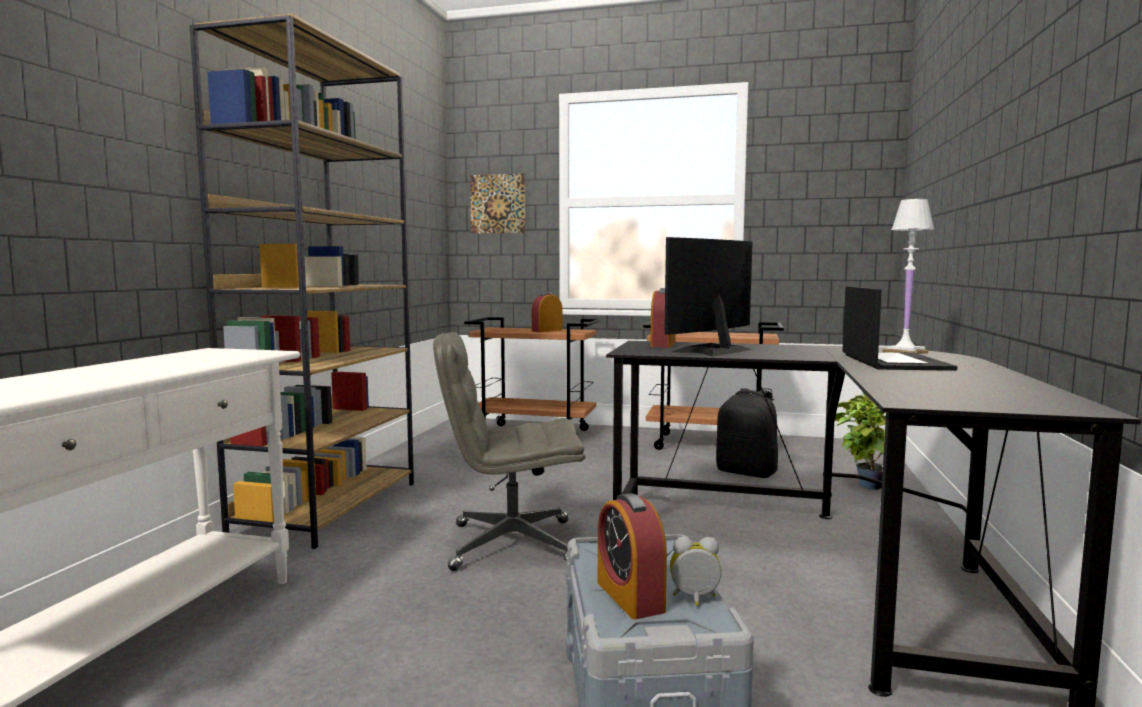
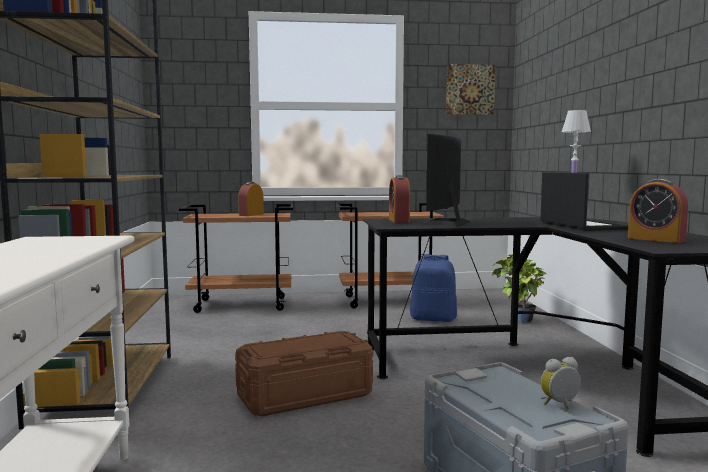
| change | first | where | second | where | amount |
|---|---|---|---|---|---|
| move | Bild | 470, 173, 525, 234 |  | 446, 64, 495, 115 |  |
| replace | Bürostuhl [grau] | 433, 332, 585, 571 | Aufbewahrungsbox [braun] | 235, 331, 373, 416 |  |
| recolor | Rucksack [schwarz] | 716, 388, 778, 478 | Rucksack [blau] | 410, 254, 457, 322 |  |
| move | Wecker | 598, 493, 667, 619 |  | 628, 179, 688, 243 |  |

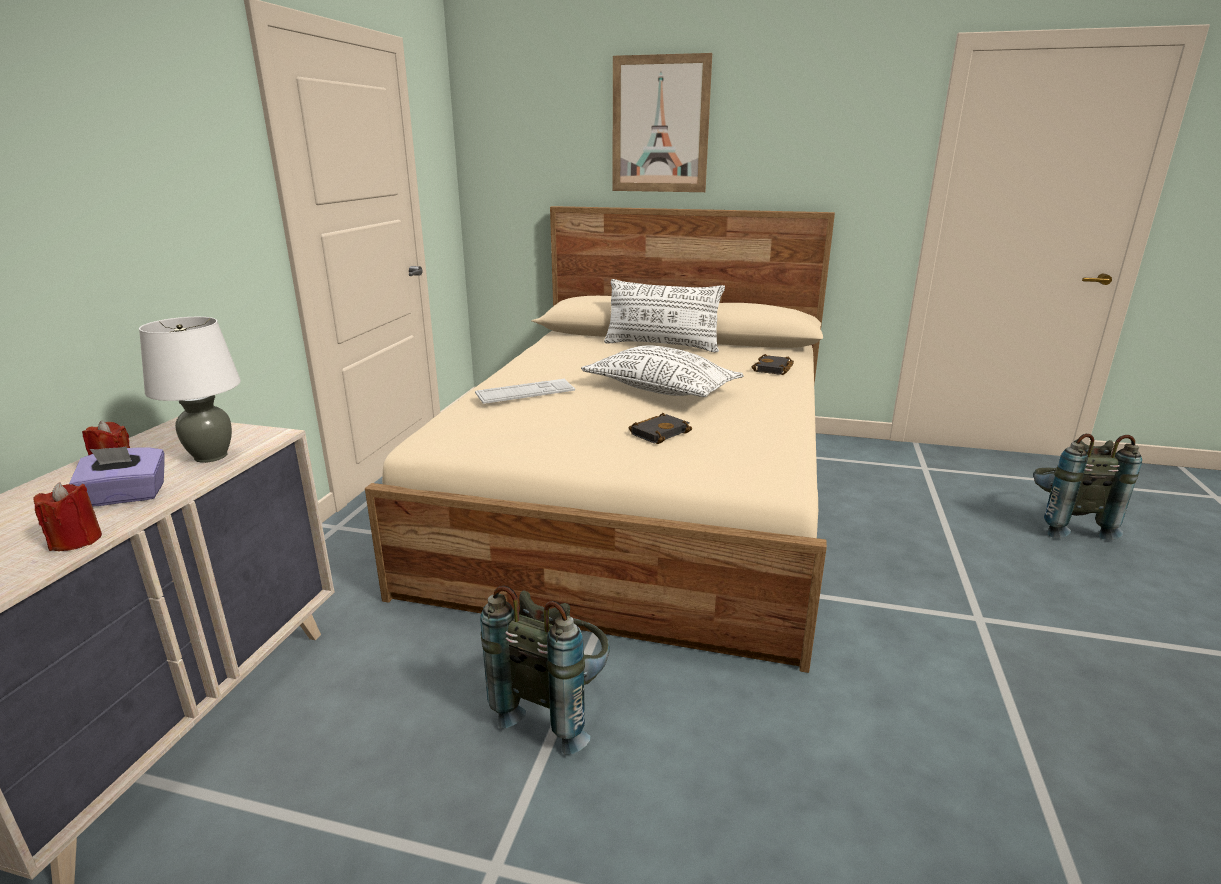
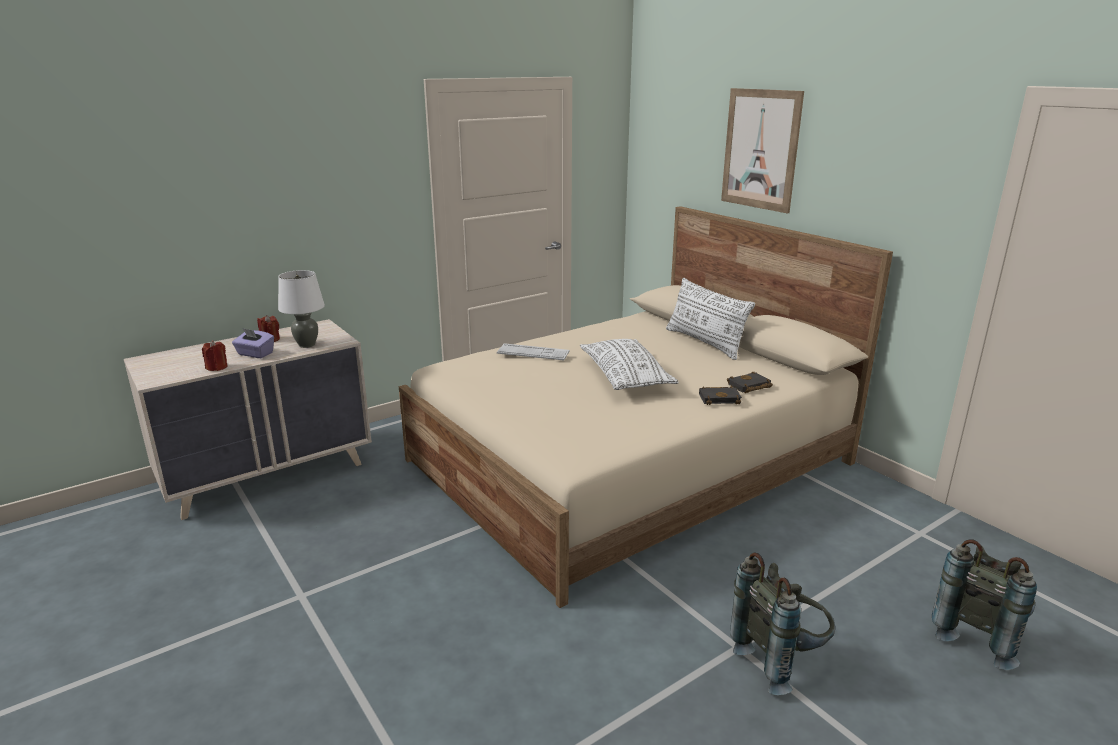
| change | first | where | second | where | amount |
|---|---|---|---|---|---|
| move | Buch [schwarz] | 629, 413, 692, 444 |  | 699, 386, 742, 405 |  |
| move | Rucksack [grau] | 480, 586, 610, 755 |  | 730, 552, 835, 695 |  |

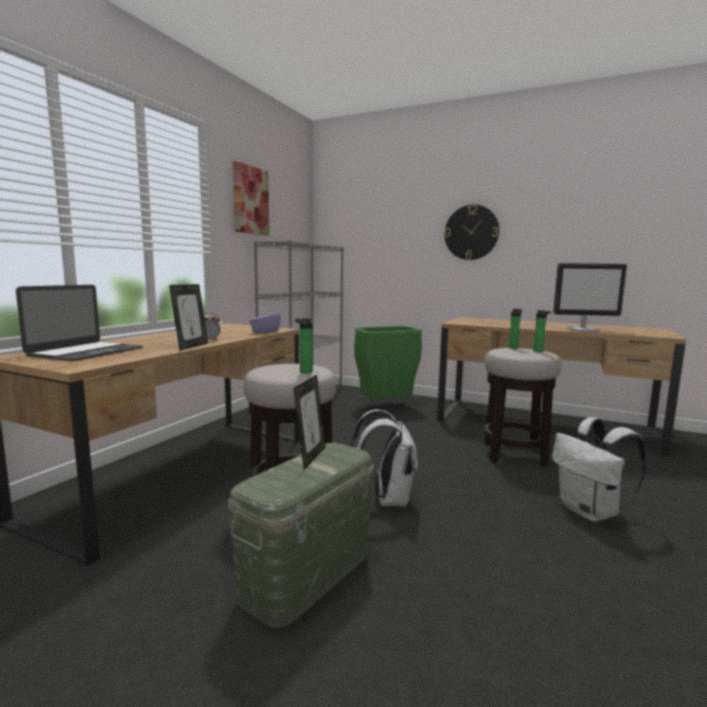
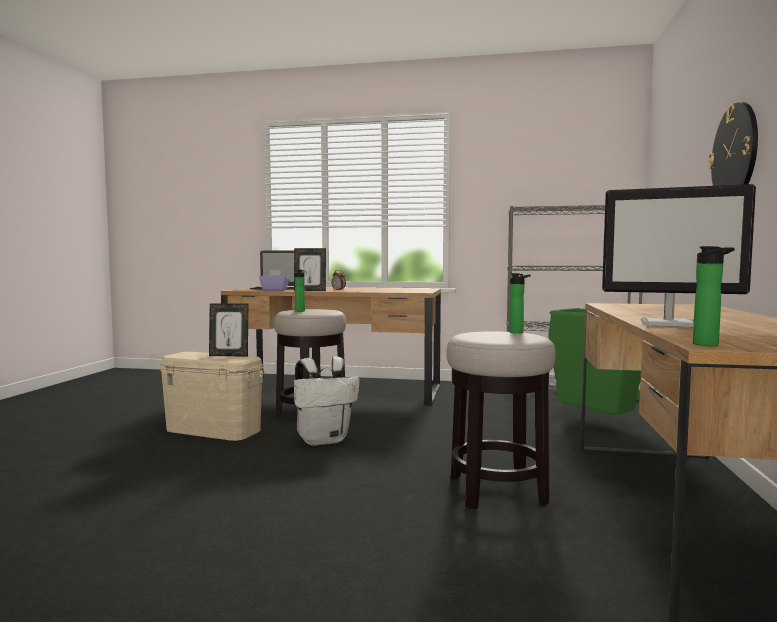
| change | first | where | second | where | amount |
|---|---|---|---|---|---|
| delete | Bild | 233, 161, 269, 236 |  |  |  |
| rotate | Monitor | 553, 263, 627, 332 |  | 602, 184, 756, 328 | 60 degrees counterclockwise |
| move | Taschentuchbox [lila] | 249, 307, 281, 333 |  | 259, 270, 289, 291 |  |
| move | Flasche | 533, 310, 551, 352 |  | 693, 246, 735, 346 |  |
| delete | Rucksack [weiß] | 552, 417, 647, 522 |  |  |  |
| recolor | Aufbewahrungsbox [grün] | 227, 443, 374, 628 | Aufbewahrungsbox [beige] | 160, 352, 264, 441 |  |

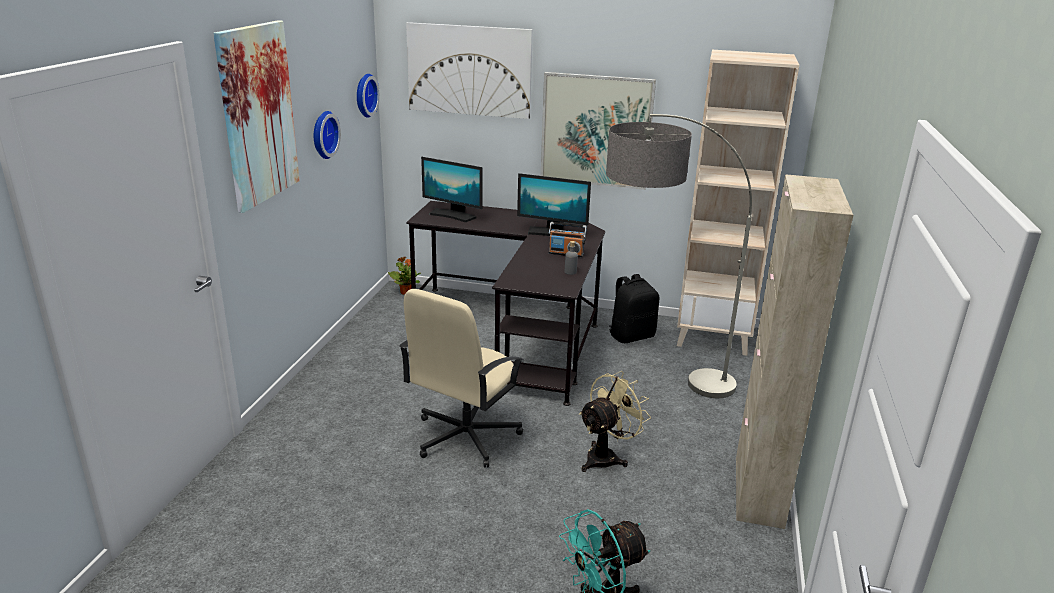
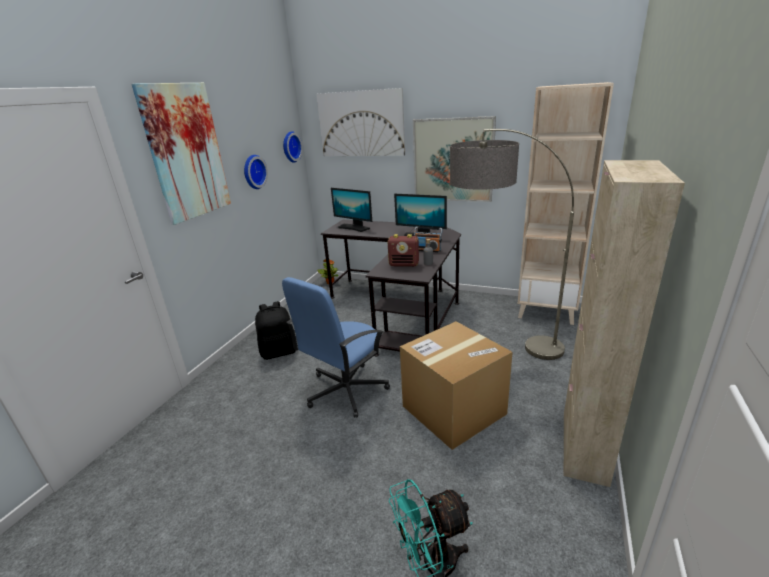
| change | first | where | second | where | amount |
|---|---|---|---|---|---|
| move | Rucksack [schwarz] | 609, 274, 659, 343 |  | 255, 301, 298, 360 |  |
| recolor | Bürostuhl [beige] | 399, 289, 524, 468 | Bürostuhl [blau] | 282, 277, 390, 418 |  |
| replace | Ventilator [beige] | 579, 371, 651, 472 | Karton | 400, 321, 513, 450 |  |
| insert |  |  | Radio | 387, 234, 419, 267 |  |

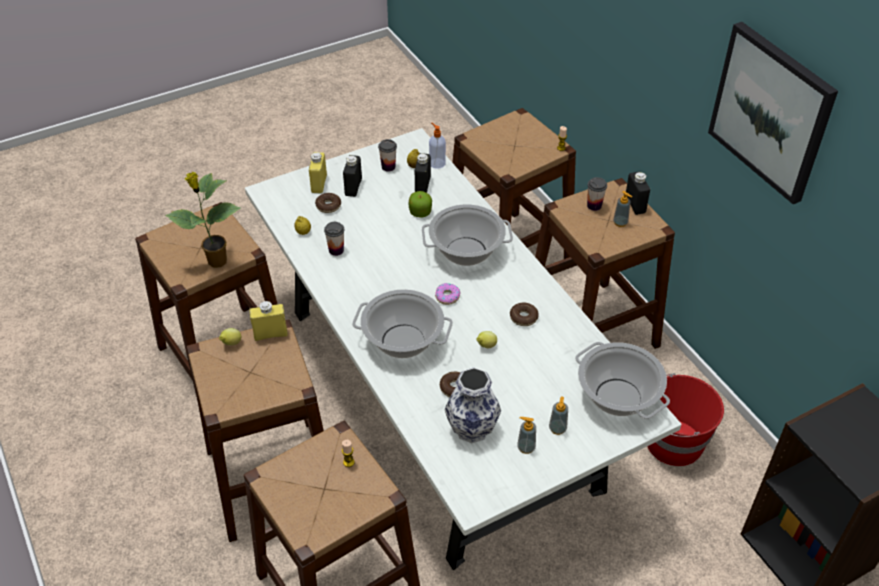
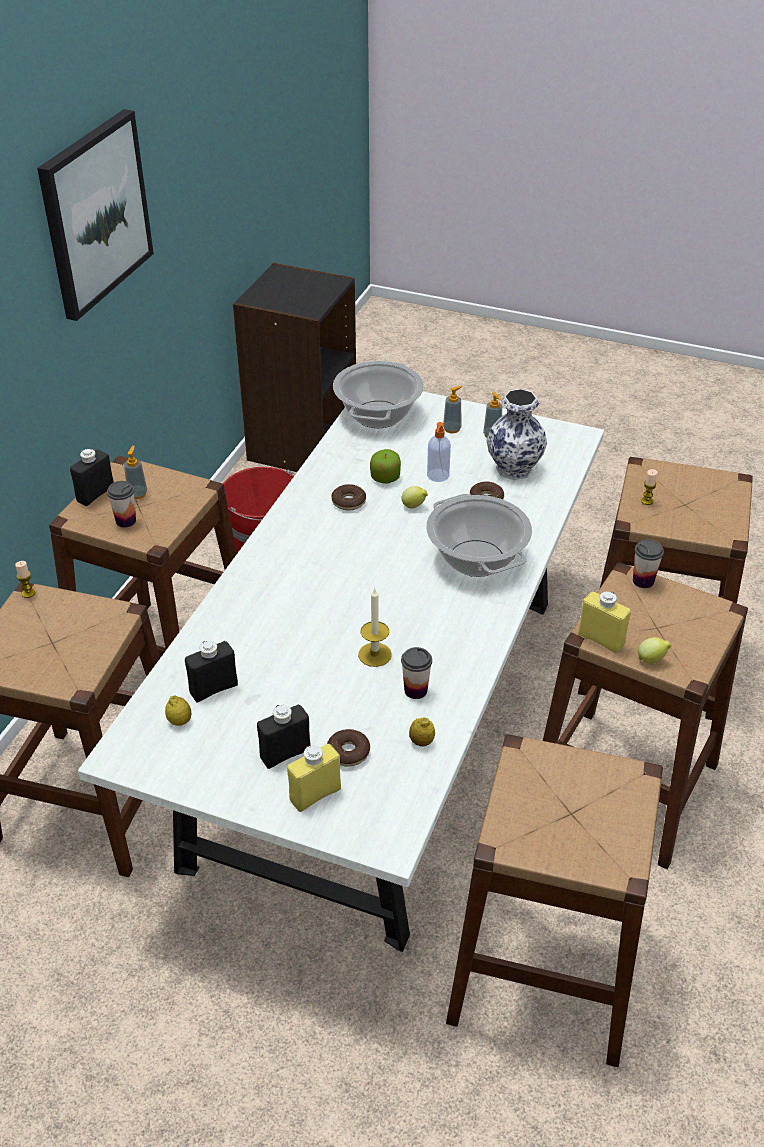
| change | first | where | second | where | amount |
|---|---|---|---|---|---|
| move | Seifenspender | 429, 123, 446, 169 |  | 427, 422, 451, 482 |  |
| move | Tasse | 378, 139, 397, 172 |  | 633, 539, 664, 588 |  |
| delete | Topfpflanze | 165, 172, 241, 268 |  |  |  |
| move | Apfel | 409, 191, 432, 217 |  | 370, 449, 401, 484 |  |
| delete | Kochtopf | 422, 204, 513, 266 |  |  |  |
| delete | Donut | 435, 283, 460, 305 |  |  |  |
| insert |  |  | Kerze | 358, 588, 392, 667 |  |

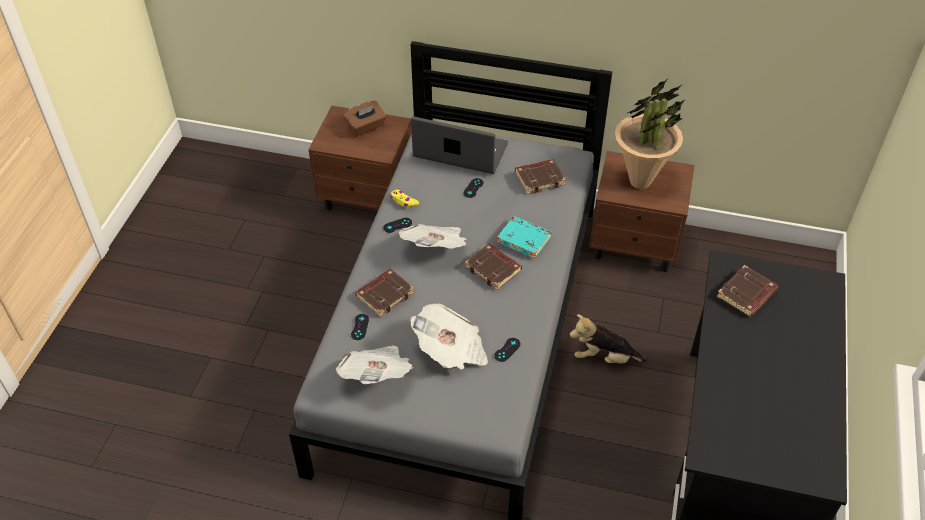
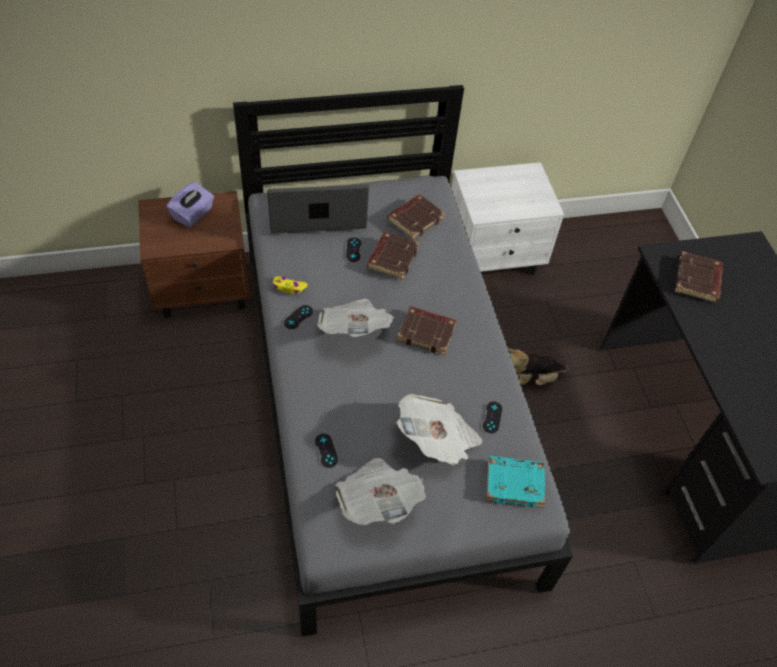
| change | first | where | second | where | amount |
|---|---|---|---|---|---|
| delete | Topfpflanze | 615, 80, 685, 189 |  |  |  |
| recolor | Taschentuchbox [braun] | 344, 101, 386, 136 | Taschentuchbox [lila] | 166, 182, 214, 228 |  |
| recolor | Nachttisch [braun] | 589, 151, 695, 272 | Nachttisch [weiß] | 451, 162, 564, 275 |  |
| move | Buch [türkis] | 497, 216, 552, 259 |  | 487, 456, 545, 507 |  |
| move | Buch [braun] | 355, 269, 414, 317 |  | 367, 232, 419, 280 |  |

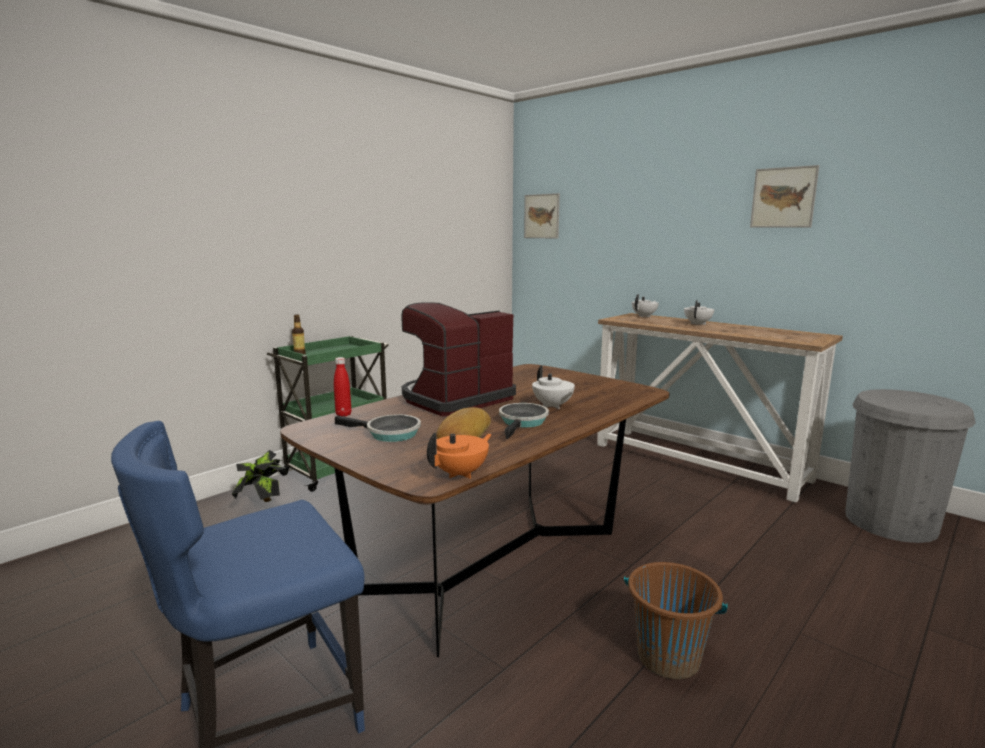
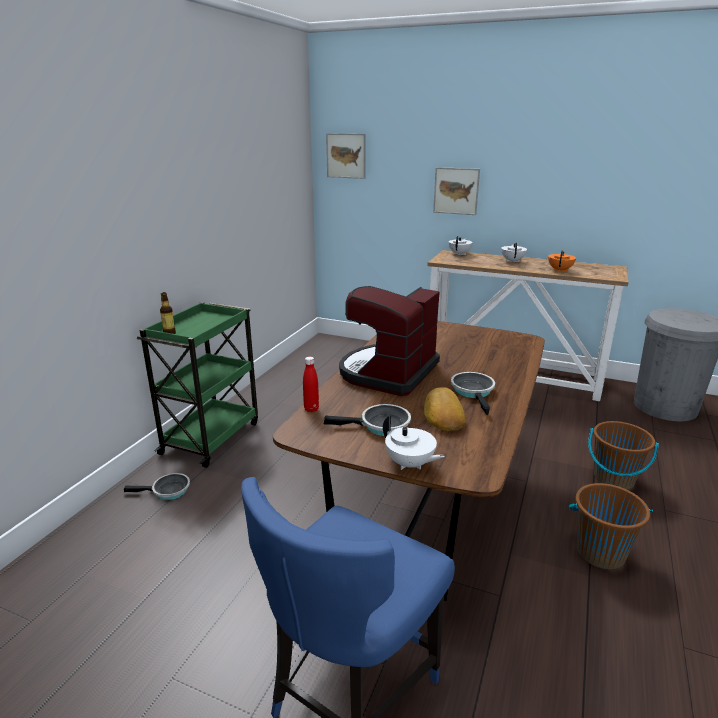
| change | first | where | second | where | amount |
|---|---|---|---|---|---|
| move | Bild | 750, 165, 819, 228 |  | 433, 167, 480, 215 |  |
| move | Teekanne [weiß] | 532, 365, 575, 409 |  | 383, 416, 445, 470 |  |
| move | Teekanne [orange] | 427, 433, 492, 479 |  | 548, 250, 576, 272 |  |
| replace | Topfpflanze | 232, 450, 287, 502 | Pfanne | 124, 473, 190, 500 |  |
| insert |  |  | Eimer [braun] | 588, 421, 659, 489 |  |

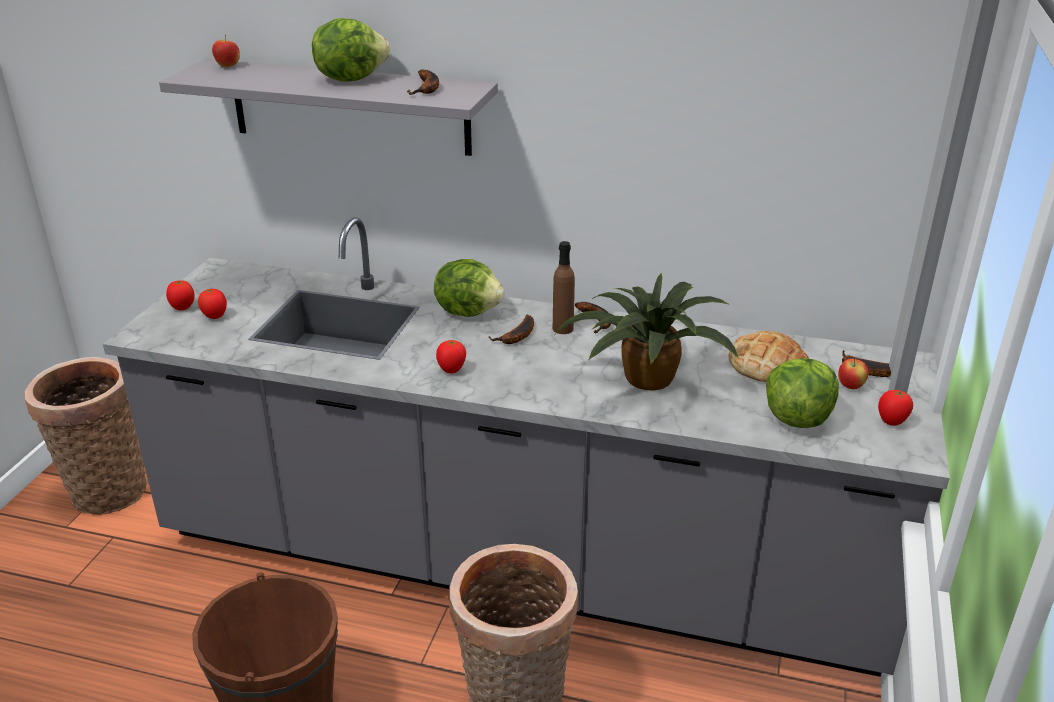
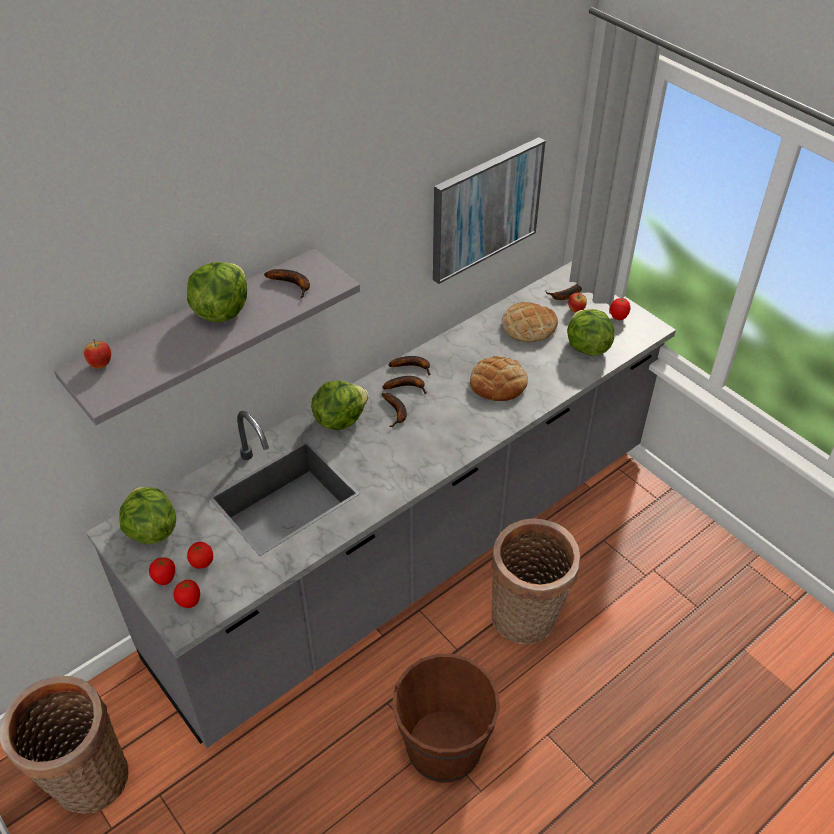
| change | first | where | second | where | amount |
|---|---|---|---|---|---|
| replace | Flasche [braun] | 553, 241, 575, 334 | Banane | 382, 376, 427, 394 |  |
| replace | Topfpflanze | 555, 273, 738, 391 | Brot | 470, 356, 528, 401 |  |
| move | Tomate | 436, 340, 466, 374 |  | 173, 580, 200, 608 |  |
| insert |  |  | Bild | 433, 137, 545, 284 |  |
| insert |  |  | Salatkopf | 119, 487, 176, 544 |  |

